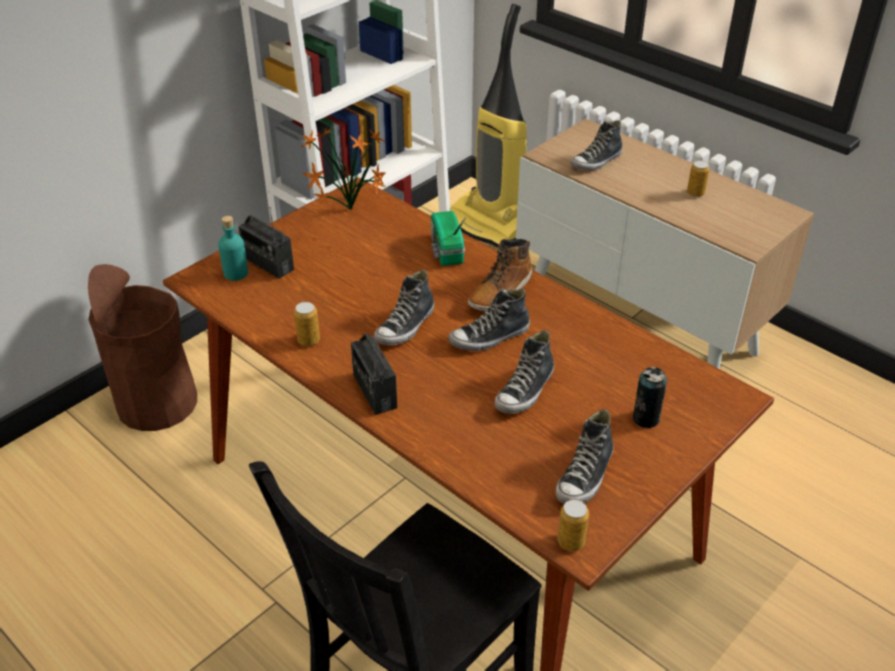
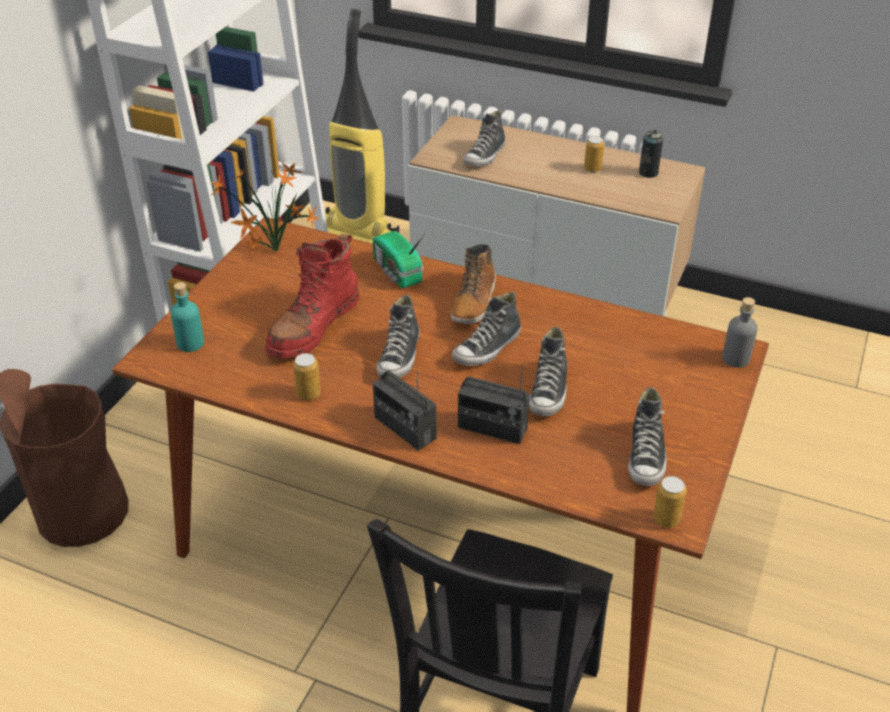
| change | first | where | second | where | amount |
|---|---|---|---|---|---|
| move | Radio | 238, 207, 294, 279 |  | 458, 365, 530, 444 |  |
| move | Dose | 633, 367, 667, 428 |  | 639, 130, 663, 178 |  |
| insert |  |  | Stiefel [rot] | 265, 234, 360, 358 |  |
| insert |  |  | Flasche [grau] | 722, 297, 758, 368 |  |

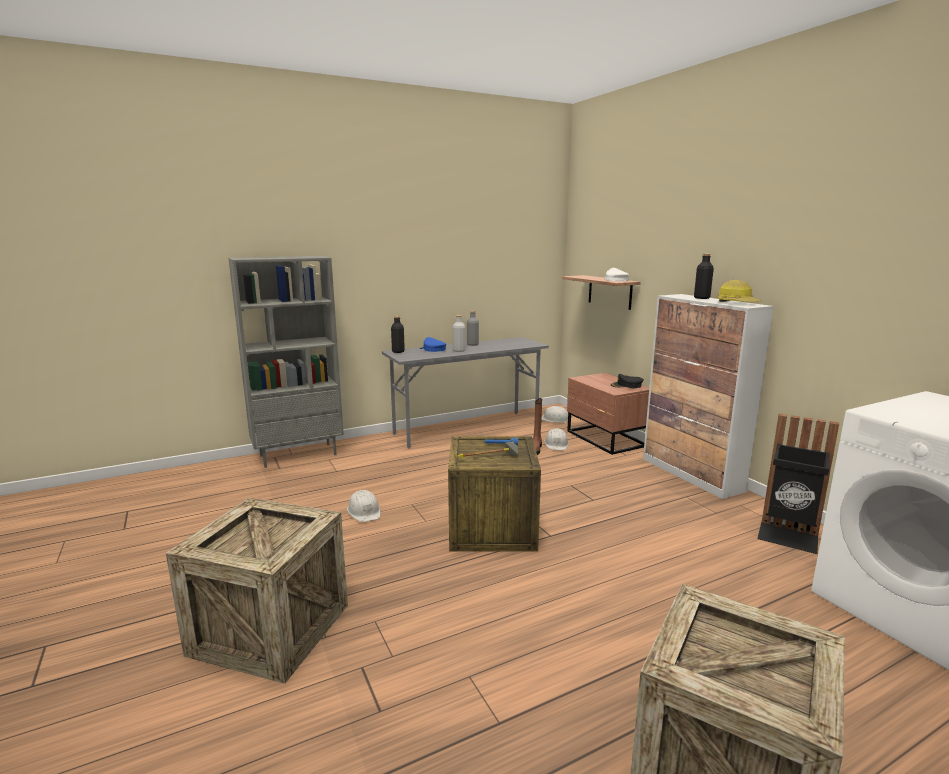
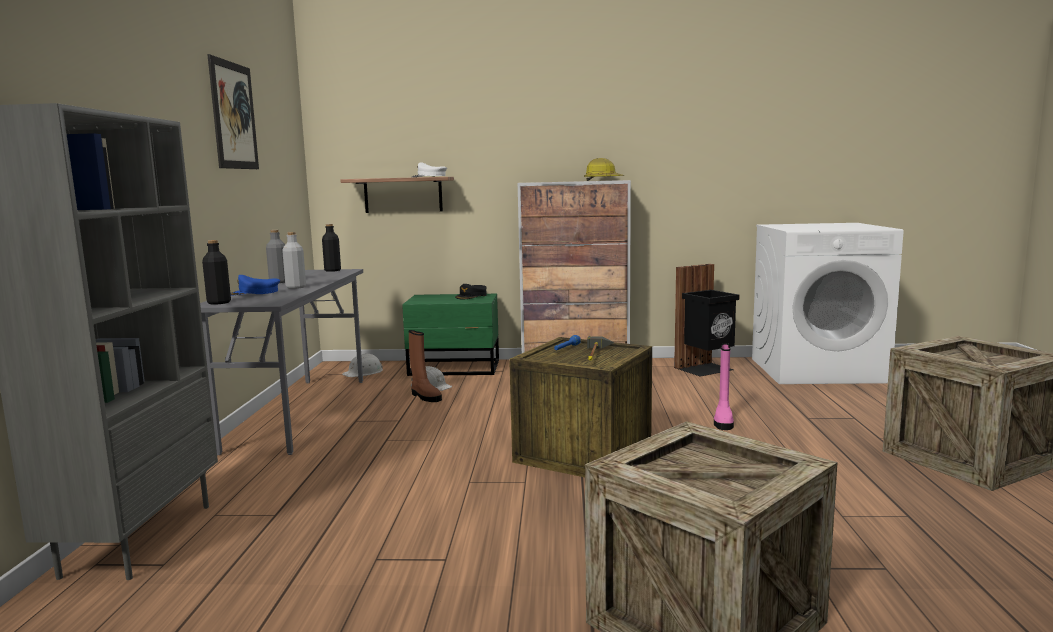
| change | first | where | second | where | amount |
|---|---|---|---|---|---|
| move | Flasche [schwarz] | 694, 254, 714, 299 |  | 322, 224, 341, 272 |  |
| recolor | Nachttisch [braun] | 567, 373, 649, 455 | Nachttisch [grün] | 402, 294, 499, 376 |  |
| delete | Schutzhelm [weiß] | 347, 490, 381, 522 |  |  |  |
| insert |  |  | Bild | 207, 54, 259, 169 |  |
| insert |  |  | Stiefel [rosa] | 714, 343, 734, 430 |  |

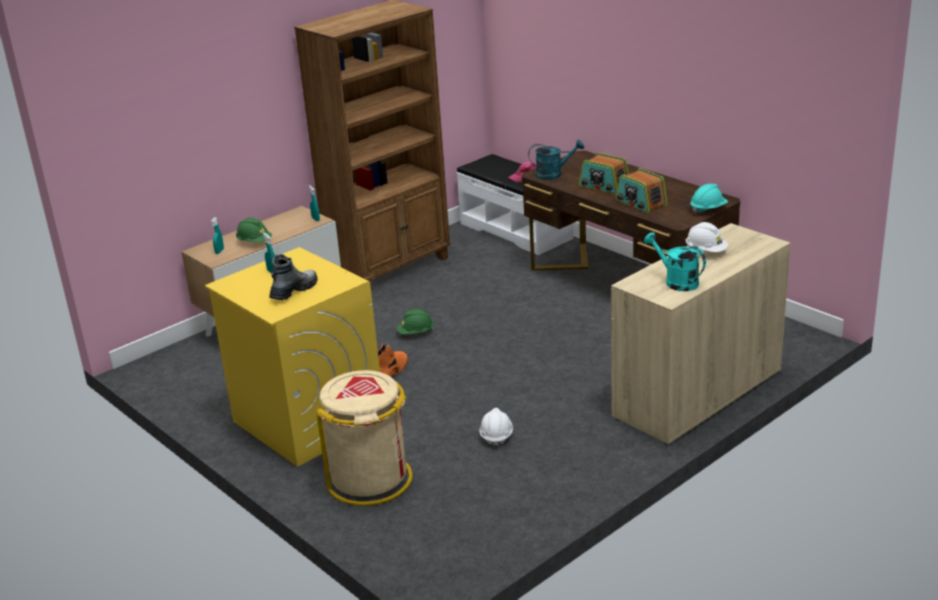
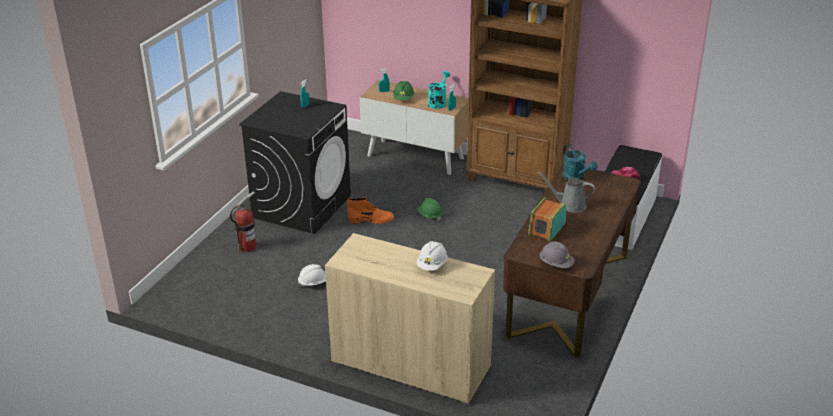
| change | first | where | second | where | amount |
|---|---|---|---|---|---|
| replace | Radio | 579, 153, 629, 194 | Gießkanne [grau] | 538, 172, 595, 213 |  |
| recolor | Schutzhelm [türkis] | 690, 184, 728, 214 | Schutzhelm [grau] | 540, 241, 575, 268 |  |
| move | Gießkanne [türkis] | 644, 232, 706, 291 |  | 428, 71, 450, 109 |  |
| recolor | Waschmaschine [gelb] | 205, 247, 380, 467 | Waschmaschine [schwarz] | 239, 91, 351, 234 |  |
| delete | Stiefel | 269, 254, 318, 300 |  |  |  |
| replace | Mülleimer [beige] | 316, 370, 413, 506 | Feuerlöscher | 230, 191, 256, 252 |  |

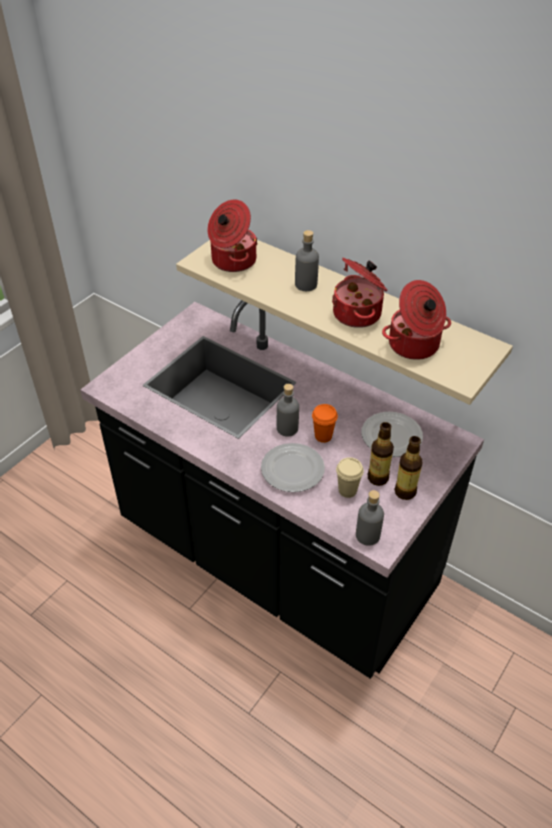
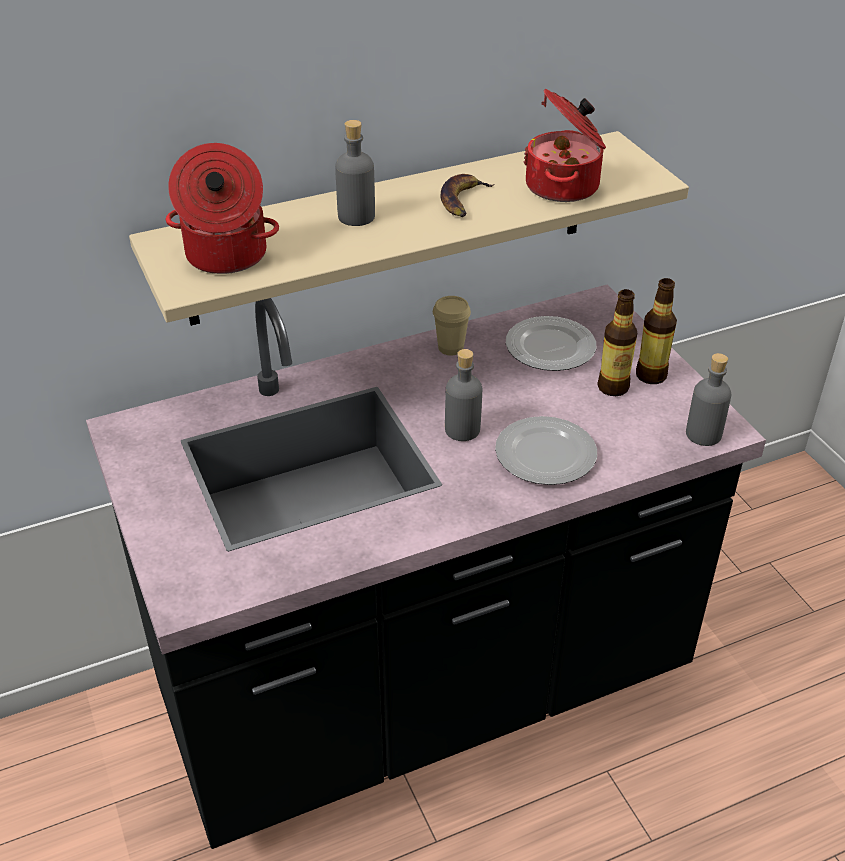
| change | first | where | second | where | amount |
|---|---|---|---|---|---|
| replace | Kochtopf | 332, 258, 387, 328 | Banane | 440, 174, 494, 217 |  |
| delete | Tasse [orange] | 312, 404, 338, 443 |  |  |  |
| move | Tasse [beige] | 336, 457, 364, 498 |  | 433, 296, 471, 356 |  |

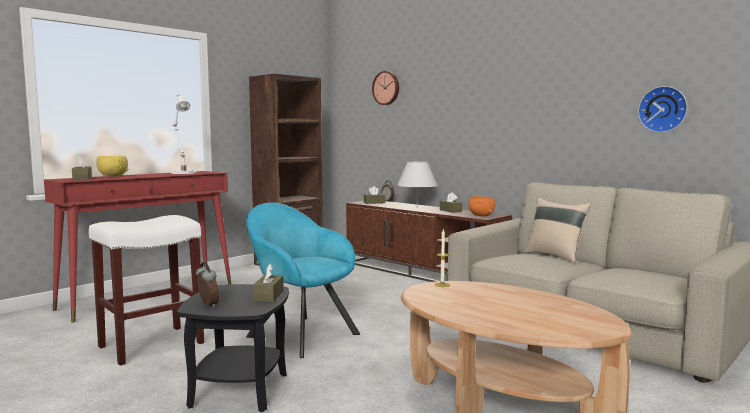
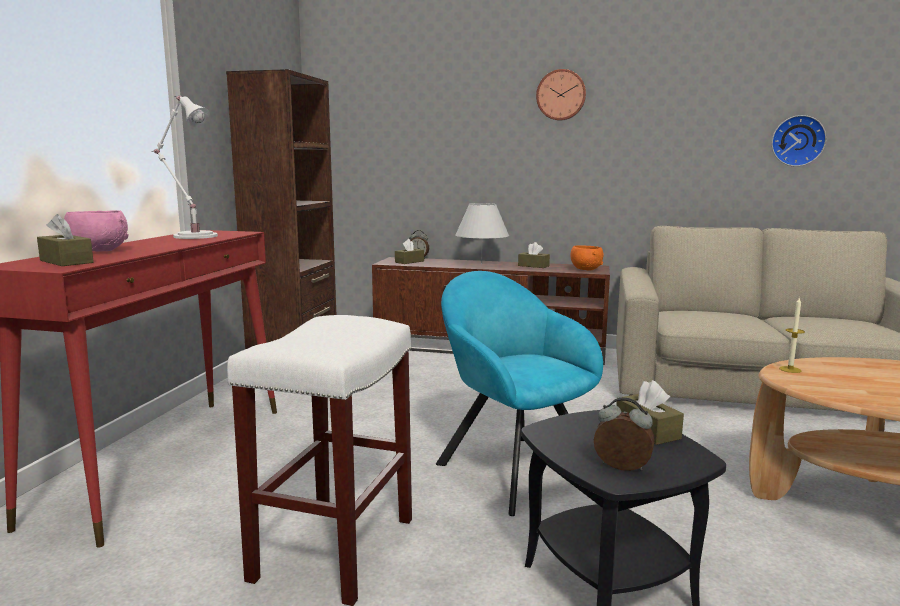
| change | first | where | second | where | amount |
|---|---|---|---|---|---|
| move | Wanduhr | 372, 71, 399, 105 |  | 536, 69, 586, 121 |  |
| recolor | Schüssel [gelb] | 96, 156, 128, 177 | Schüssel [rosa] | 64, 210, 129, 251 |  |
| delete | Kissen [beige] | 524, 198, 591, 263 |  |  |  |
| rotate | Sessel [türkis] | 246, 202, 360, 358 |  | 436, 271, 603, 516 | 45 degrees clockwise |

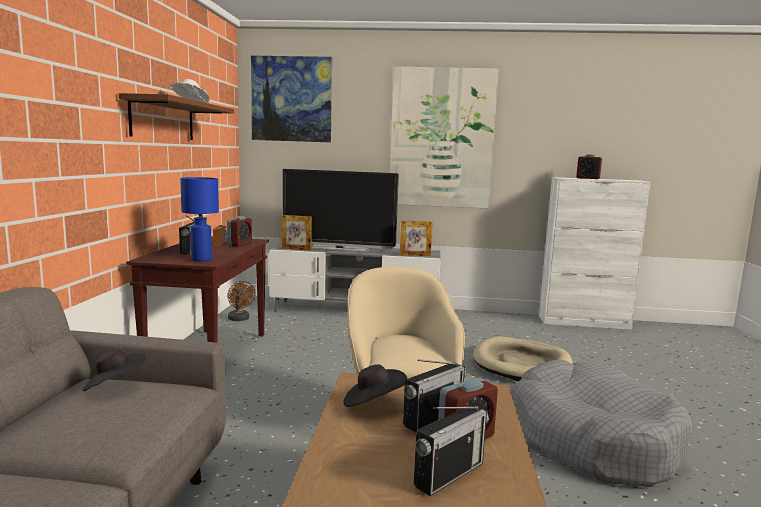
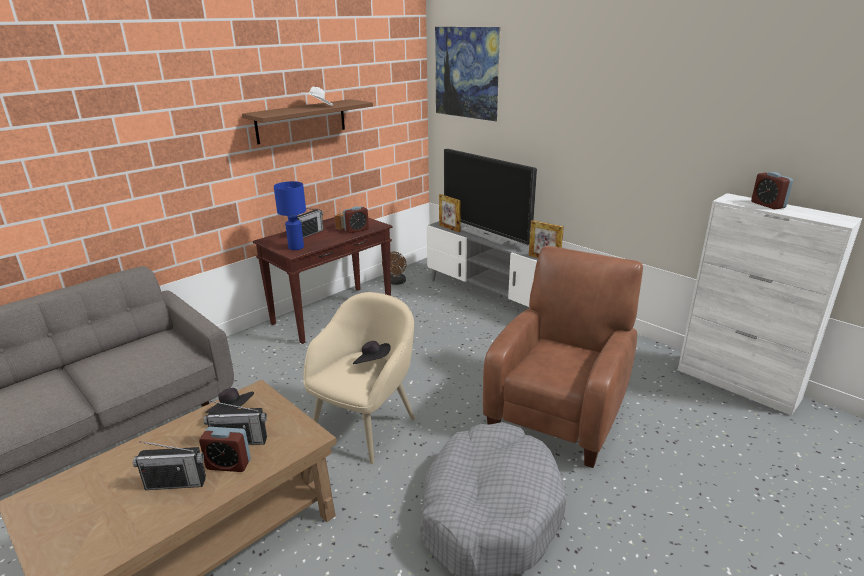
| change | first | where | second | where | amount |
|---|---|---|---|---|---|
| delete | Bild | 389, 66, 499, 209 |  |  |  |
| replace | Hundebett [beige] | 473, 336, 573, 381 | Sessel [braun] | 483, 246, 643, 468 |  |
| move | Hut [schwarz] | 82, 350, 145, 391 |  | 353, 341, 391, 364 |  |

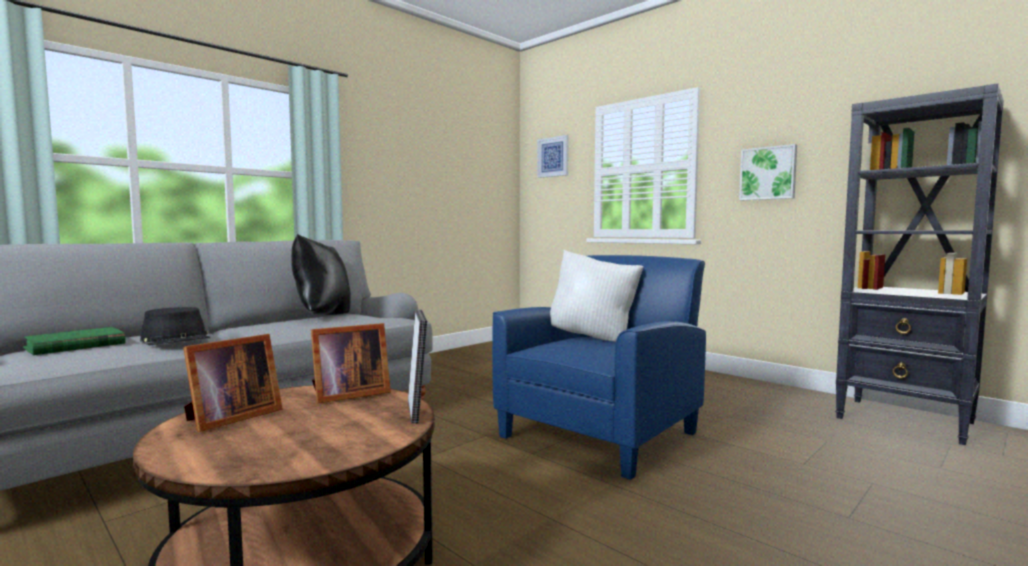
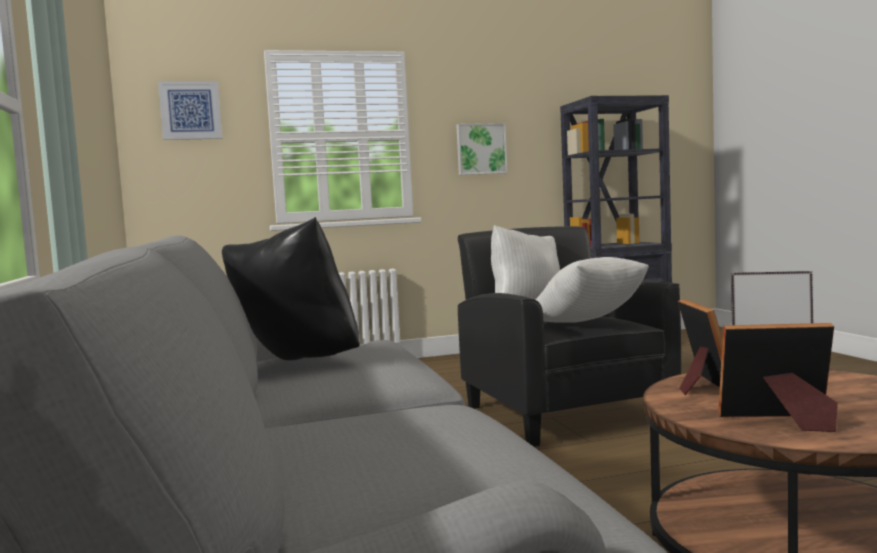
| change | first | where | second | where | amount |
|---|---|---|---|---|---|
| recolor | Sessel [blau] | 492, 255, 706, 480 | Sessel [schwarz] | 458, 226, 681, 446 |  |
| delete | Hut [schwarz] | 140, 307, 211, 346 |  |  |  |
| delete | Buch [grün] | 23, 327, 125, 355 |  |  |  |
| rotate | Bilderrahmen | 183, 334, 283, 432 |  | 718, 323, 838, 432 | 60 degrees counterclockwise |
| insert |  |  | Kissen [weiß] | 536, 257, 649, 323 |  |

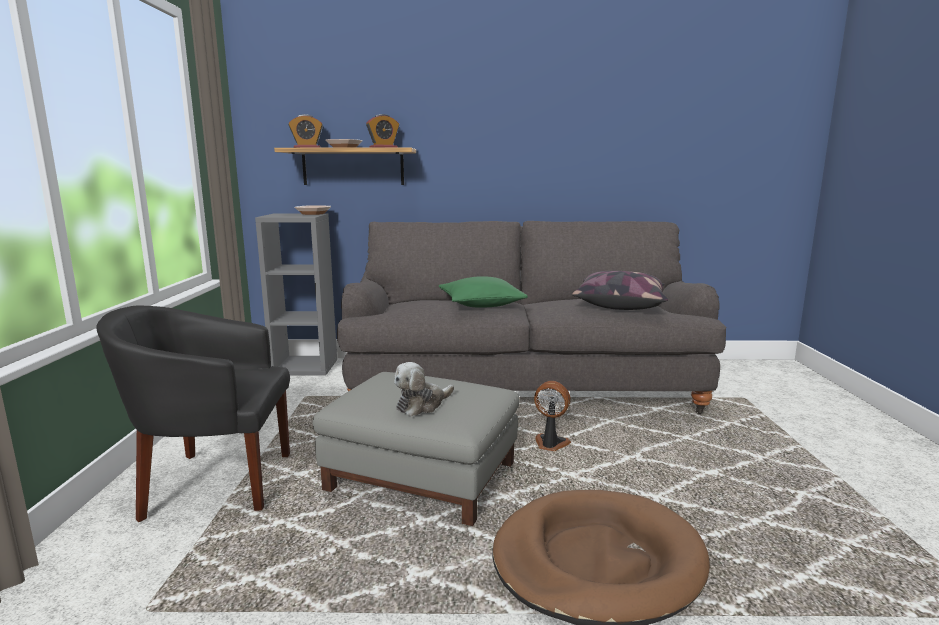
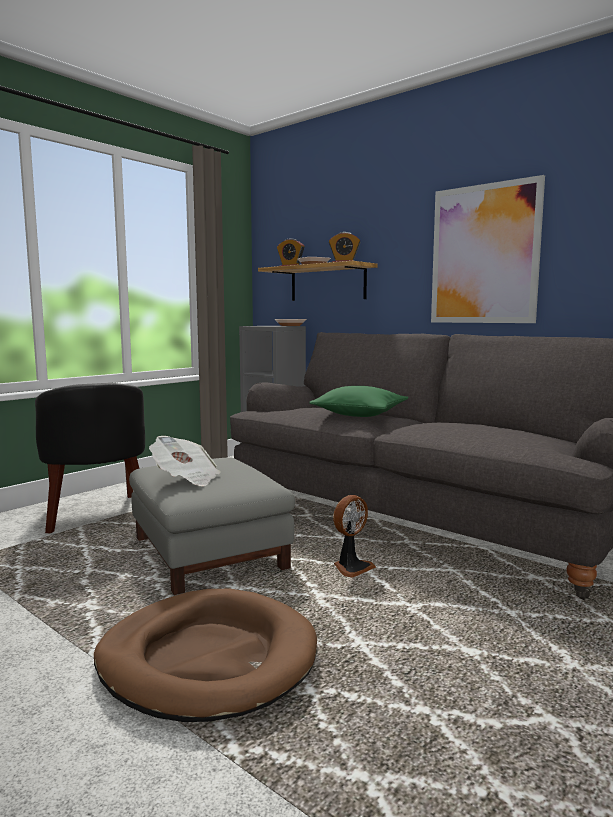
| change | first | where | second | where | amount |
|---|---|---|---|---|---|
| delete | Kissen | 572, 271, 668, 310 |  |  |  |
| rotate | Sessel [schwarz] | 96, 306, 290, 522 |  | 35, 383, 145, 533 | 150 degrees counterclockwise |
| replace | Plüschtier | 394, 362, 454, 416 | Zeitung | 149, 436, 220, 486 |  |
| rotate | Ventilator | 534, 381, 571, 451 |  | 333, 495, 376, 578 | 75 degrees clockwise |
| insert |  |  | Bild | 431, 175, 545, 323 |  |

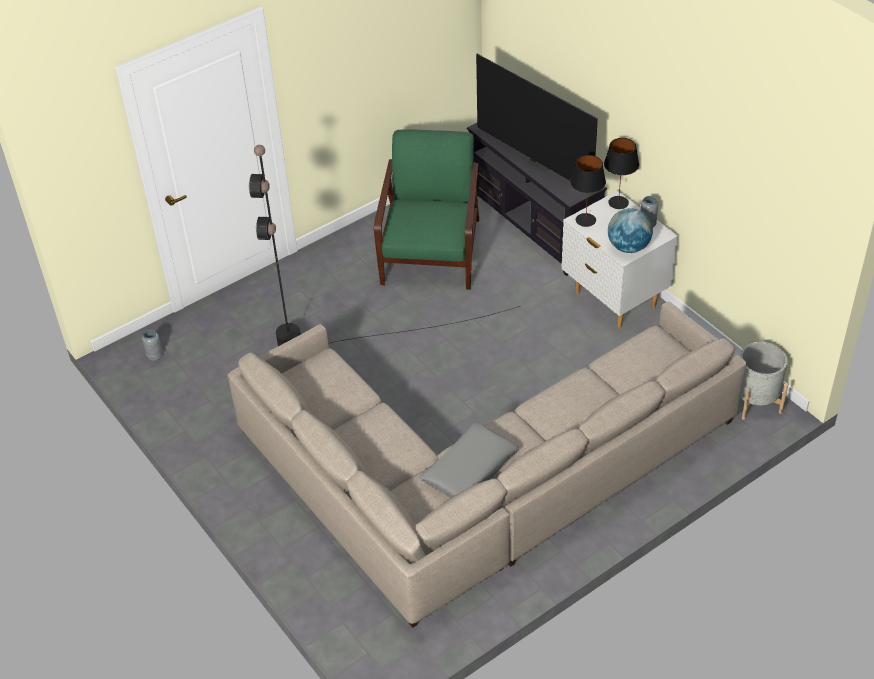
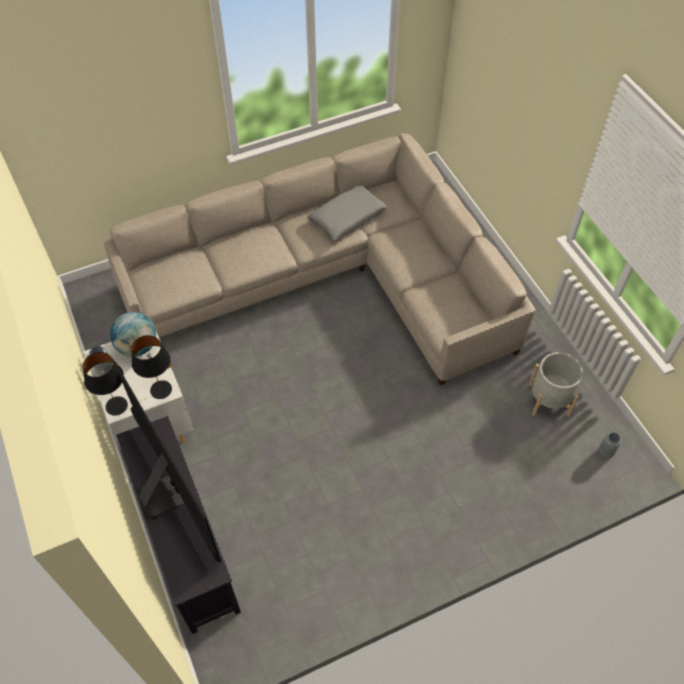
| change | first | where | second | where | amount |
|---|---|---|---|---|---|
| delete | Sessel [grün] | 374, 129, 479, 290 |  |  |  |
| delete | Stehlampe [schwarz] | 248, 145, 520, 346 |  |  |  |
| move | Pflanzkübel [grau] | 740, 342, 788, 420 |  | 529, 352, 583, 417 |  |

